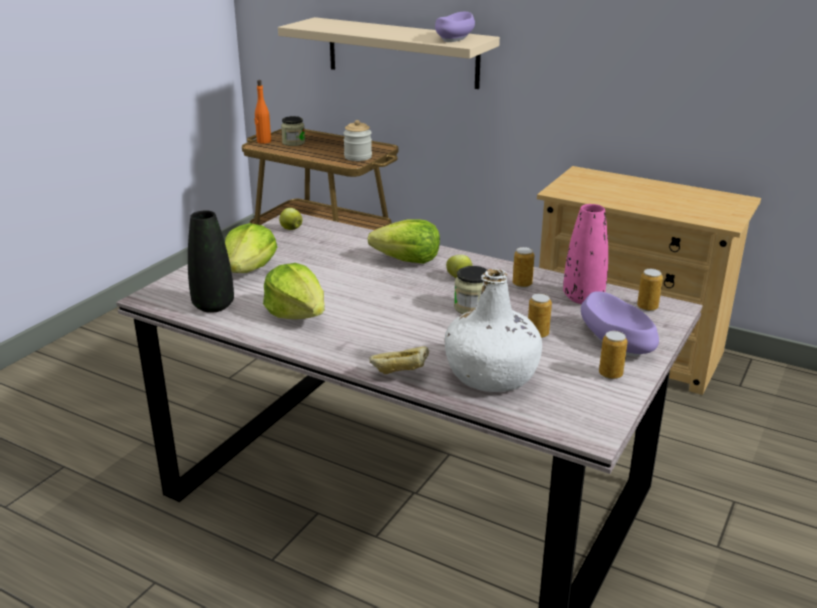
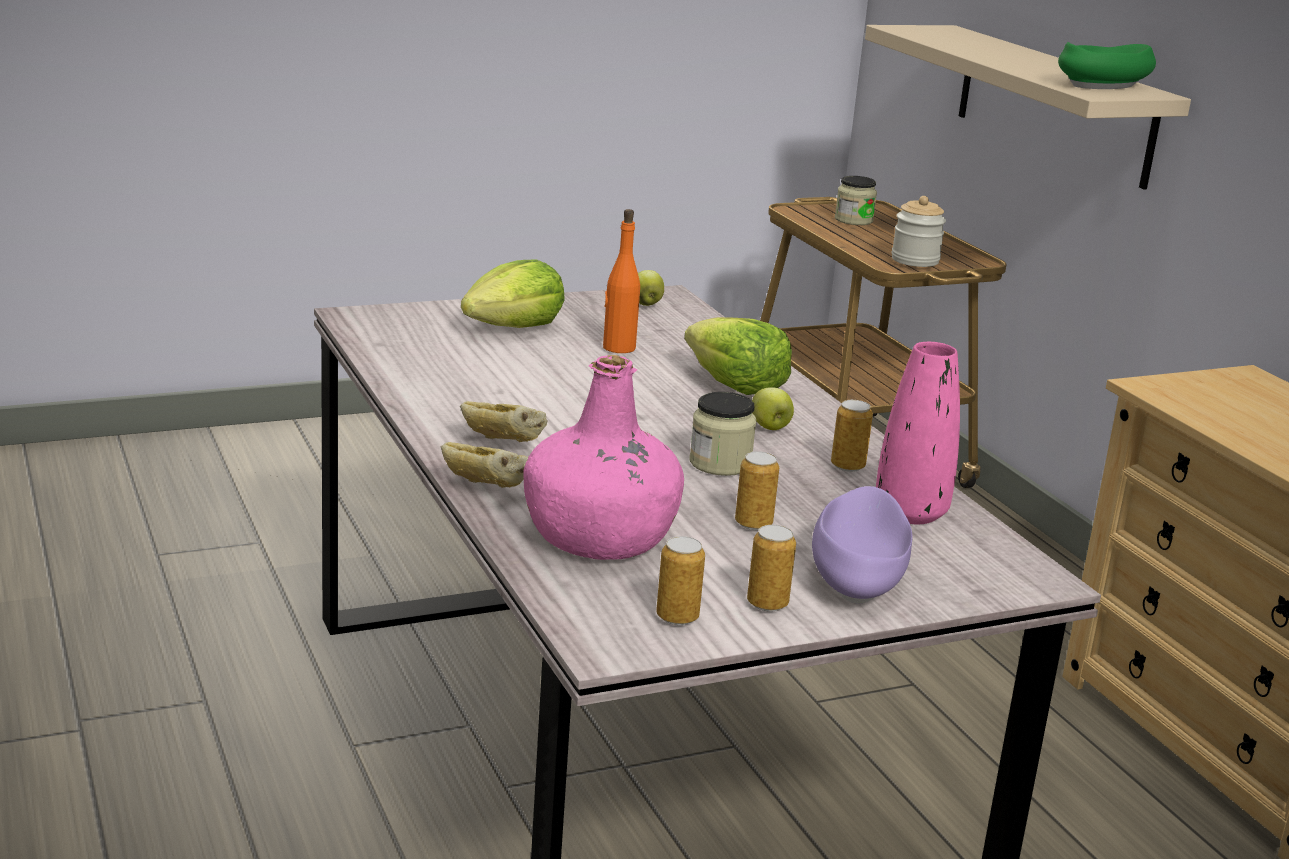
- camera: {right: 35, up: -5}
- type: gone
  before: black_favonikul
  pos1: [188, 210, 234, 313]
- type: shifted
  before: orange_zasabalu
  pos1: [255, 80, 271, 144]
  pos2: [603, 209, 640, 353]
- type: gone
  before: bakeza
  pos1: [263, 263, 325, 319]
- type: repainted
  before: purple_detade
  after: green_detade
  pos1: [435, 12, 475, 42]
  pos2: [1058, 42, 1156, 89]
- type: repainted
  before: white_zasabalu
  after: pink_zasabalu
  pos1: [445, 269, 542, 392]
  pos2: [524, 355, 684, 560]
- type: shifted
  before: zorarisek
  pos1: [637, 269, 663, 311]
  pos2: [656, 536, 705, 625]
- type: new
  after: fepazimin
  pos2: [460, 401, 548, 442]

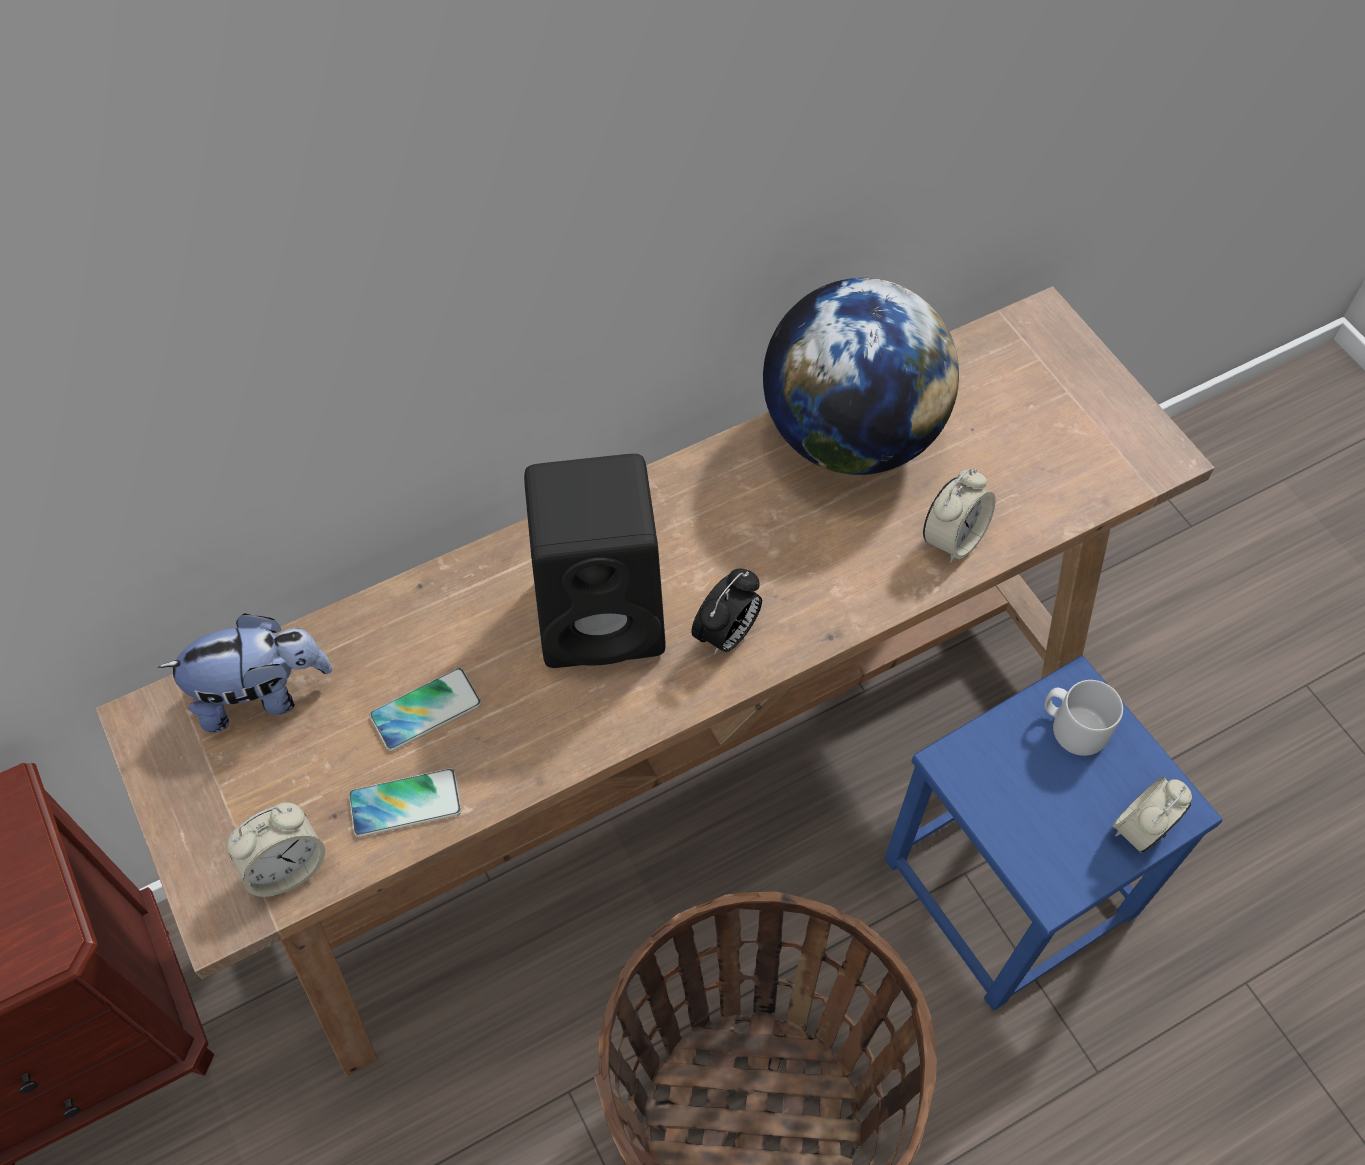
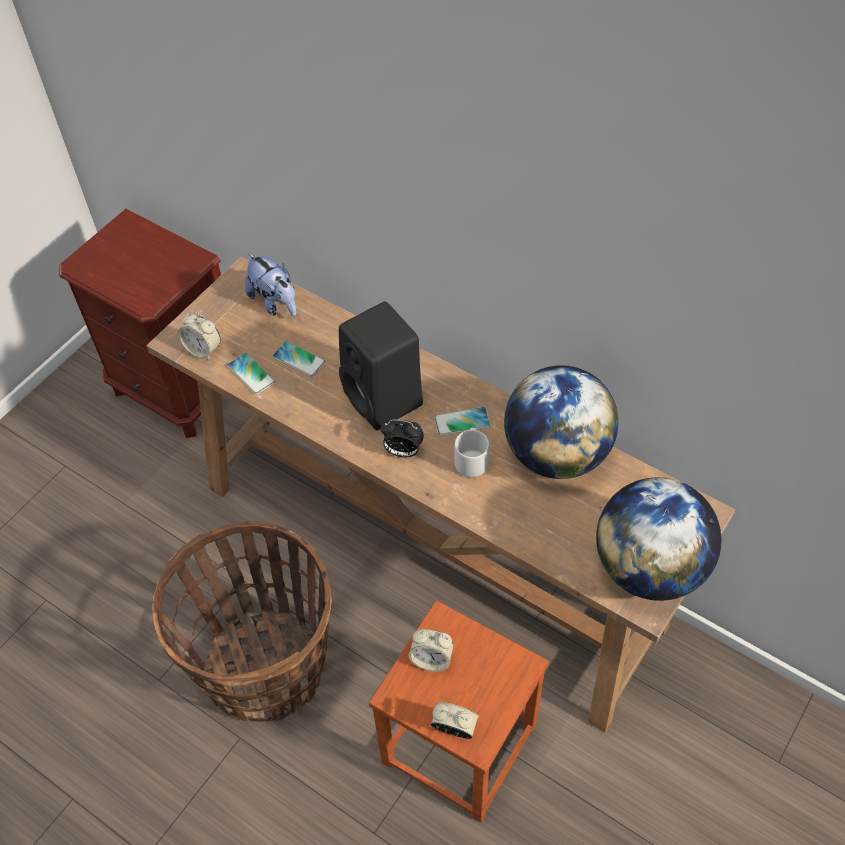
- camera: {right: 65, up: -5}
- type: repainted
  before: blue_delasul
  after: brown_delasul
  pos1: [884, 655, 1222, 1011]
  pos2: [369, 600, 549, 823]
- type: shifted
  before: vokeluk
  pos1: [923, 469, 996, 563]
  pos2: [408, 629, 454, 672]
- type: shifted
  before: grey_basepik
  pos1: [1045, 680, 1123, 756]
  pos2: [455, 428, 489, 478]
- type: new
  after: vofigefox
  pos2: [434, 407, 491, 436]
- type: new
  after: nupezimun
  pos2: [596, 477, 722, 601]

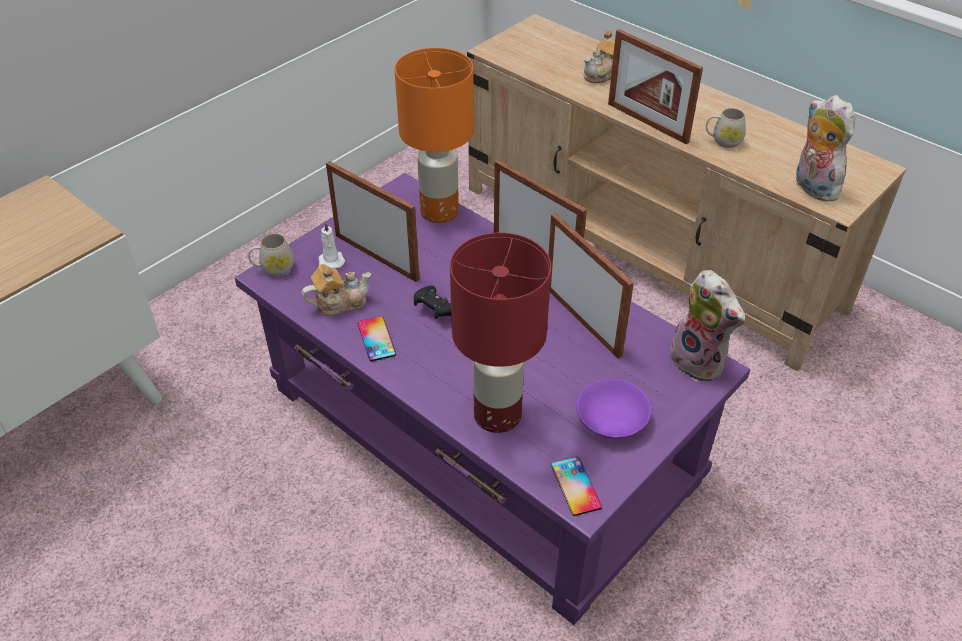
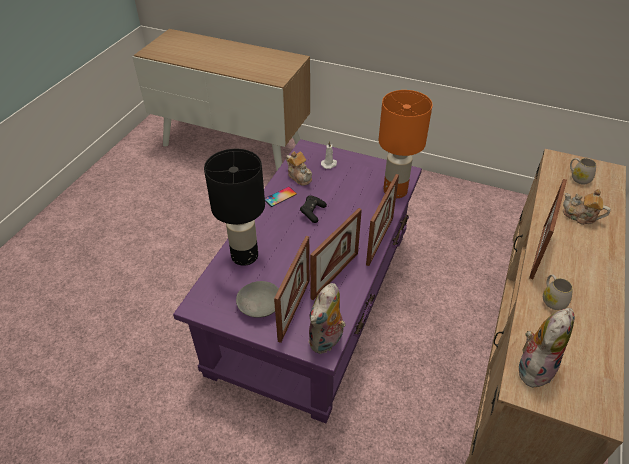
- camera: {right: 70, up: 0}
- type: shifted
  before: white_basepik
  pos1: [248, 233, 294, 276]
  pos2: [570, 158, 596, 185]
- type: shifted
  before: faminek
  pos1: [326, 161, 420, 282]
  pos2: [274, 236, 310, 343]
- type: repainted
  before: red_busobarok
  after: black_busobarok
  pos1: [450, 232, 551, 433]
  pos2: [204, 149, 265, 266]
- type: gone
  before: vofigefox
  pos1: [551, 456, 602, 516]
- type: repainted
  before: purple_detade
  after: grey_detade
  pos1: [576, 379, 651, 439]
  pos2: [236, 281, 279, 318]

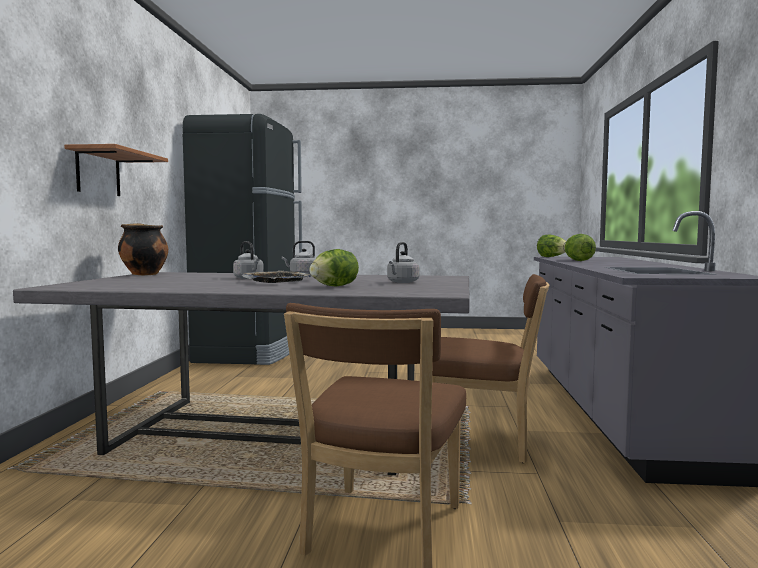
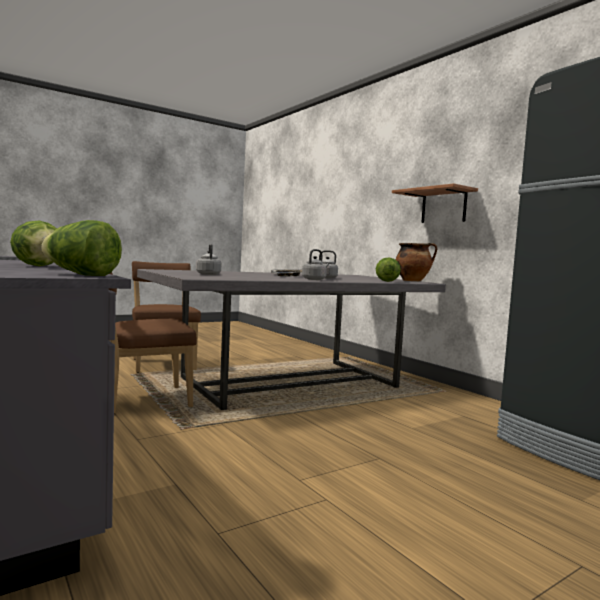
- camera: {right: 140, up: 0}
- type: shifted
  before: bakeza
  pos1: [309, 249, 359, 286]
  pos2: [376, 257, 401, 282]

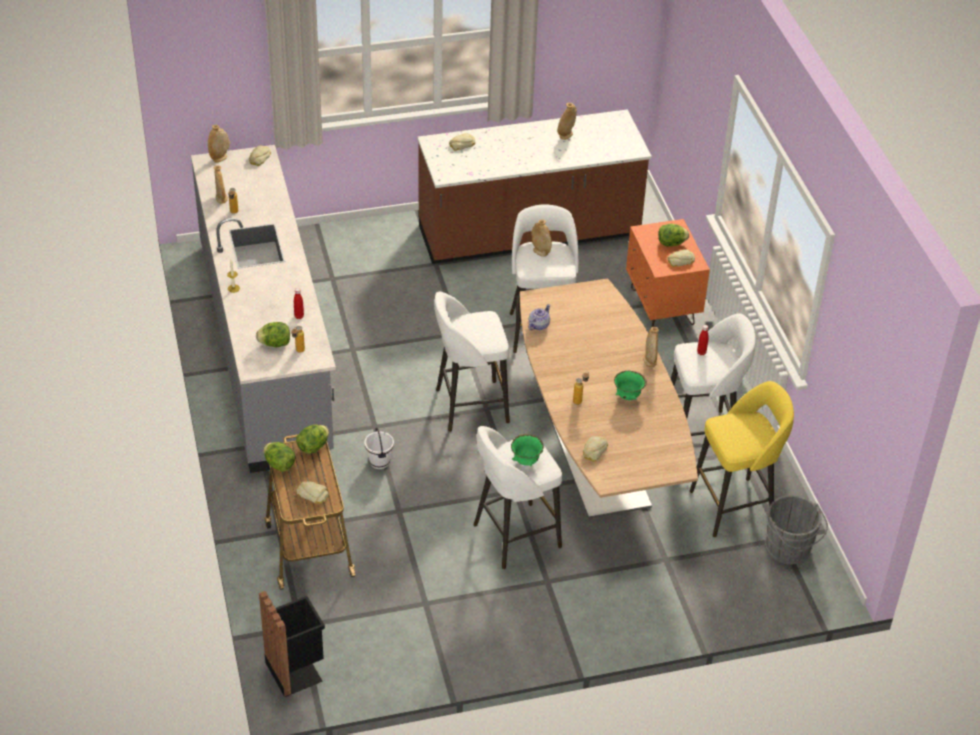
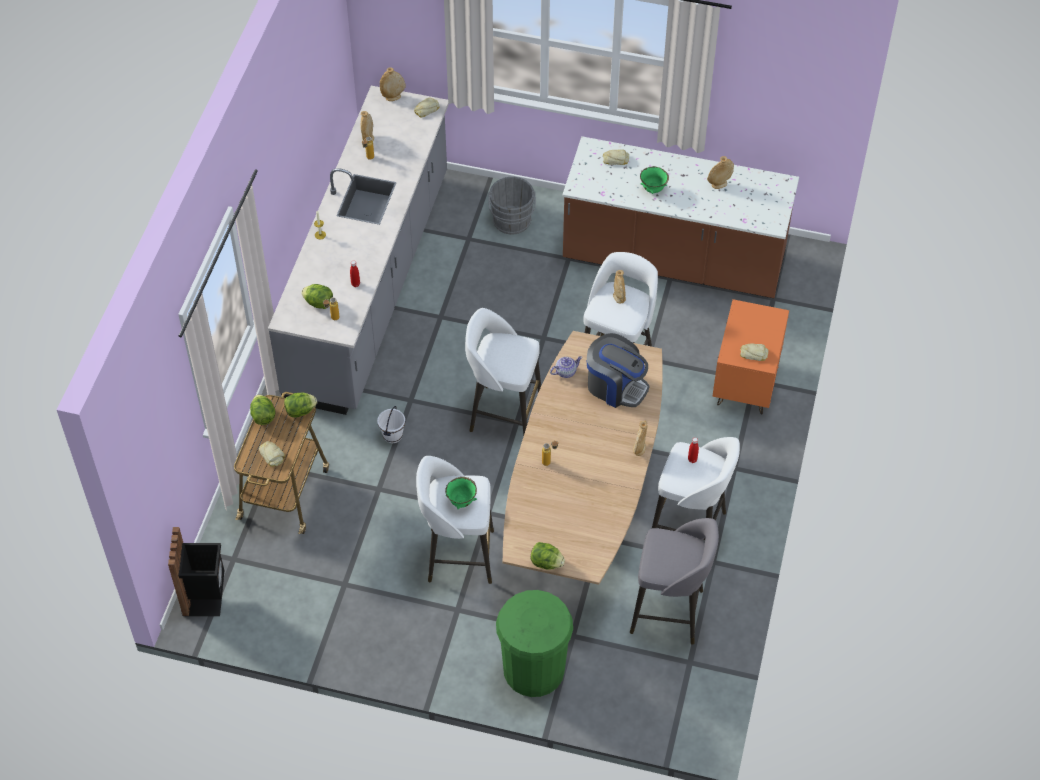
- camera: {right: 30, up: 10}
- type: gone
  before: fepazimin
  pos1: [583, 436, 608, 462]
- type: shifted
  before: green_detade
  pos1: [614, 371, 647, 400]
  pos2: [640, 166, 669, 194]
- type: shifted
  before: bakeza
  pos1: [658, 224, 689, 247]
  pos2: [530, 542, 565, 570]
- type: repainted
  before: yellow_delasul
  after: grey_delasul
  pos1: [690, 381, 794, 537]
  pos2: [630, 518, 719, 645]
- type: shifted
  before: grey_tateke
  pos1: [765, 495, 828, 564]
  pos2: [488, 177, 536, 235]
- type: new
  after: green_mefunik
  pos2: [496, 590, 573, 697]
- type: new
  after: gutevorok
  pos2: [587, 333, 649, 408]

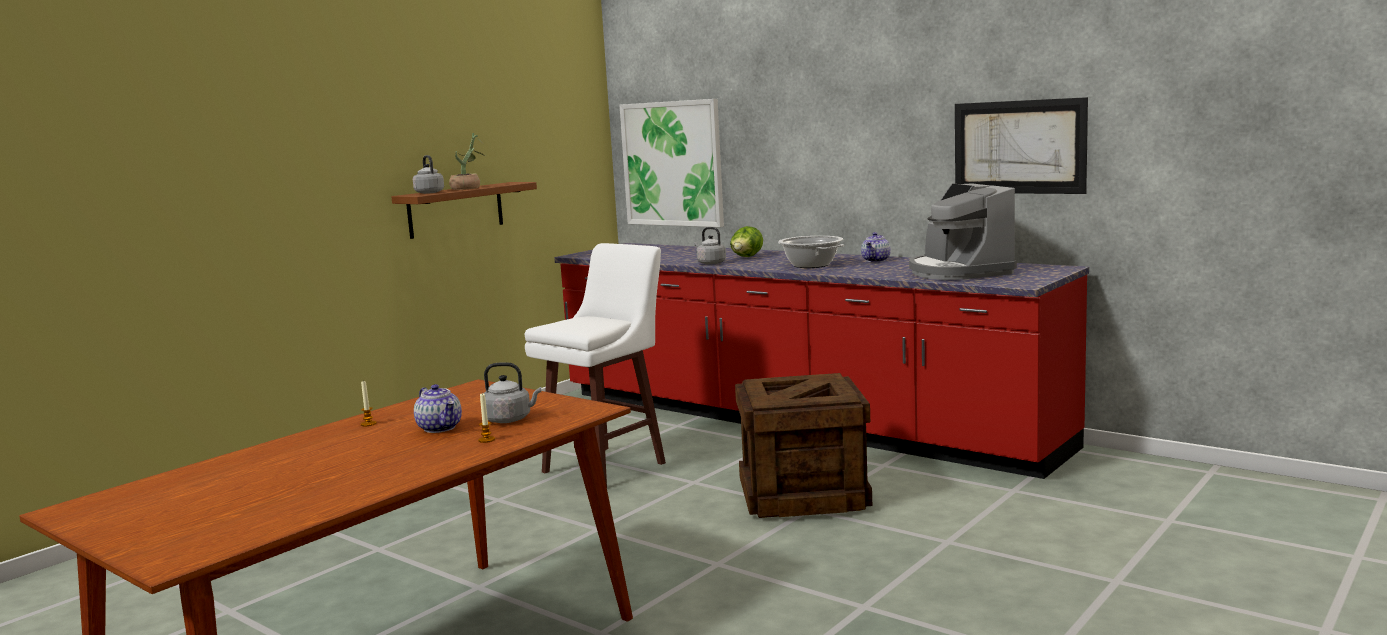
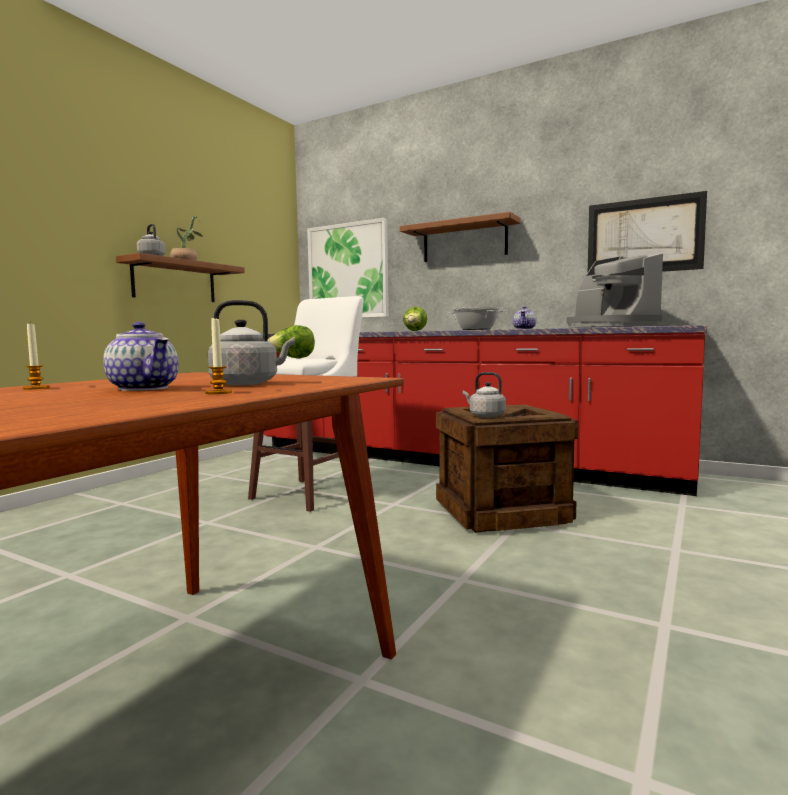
- camera: {right: -10, up: -5}
- type: shifted
  before: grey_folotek
  pos1: [694, 227, 726, 265]
  pos2: [463, 372, 506, 418]
- type: new
  after: bakeza
  pos2: [268, 325, 315, 358]
- type: new
  after: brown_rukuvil
  pos2: [400, 212, 521, 262]

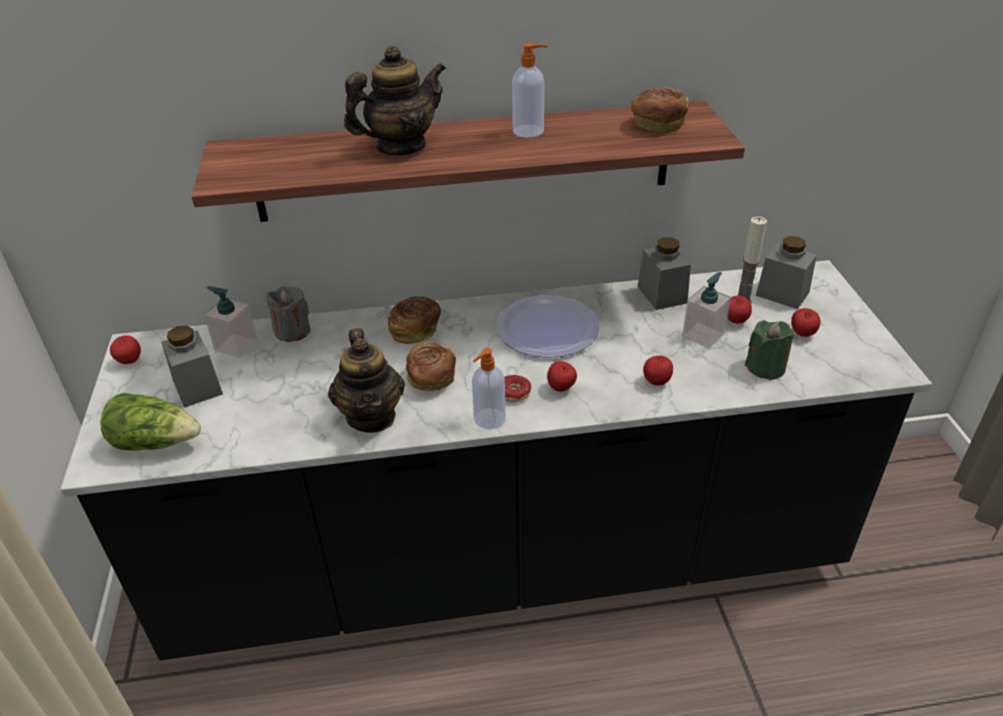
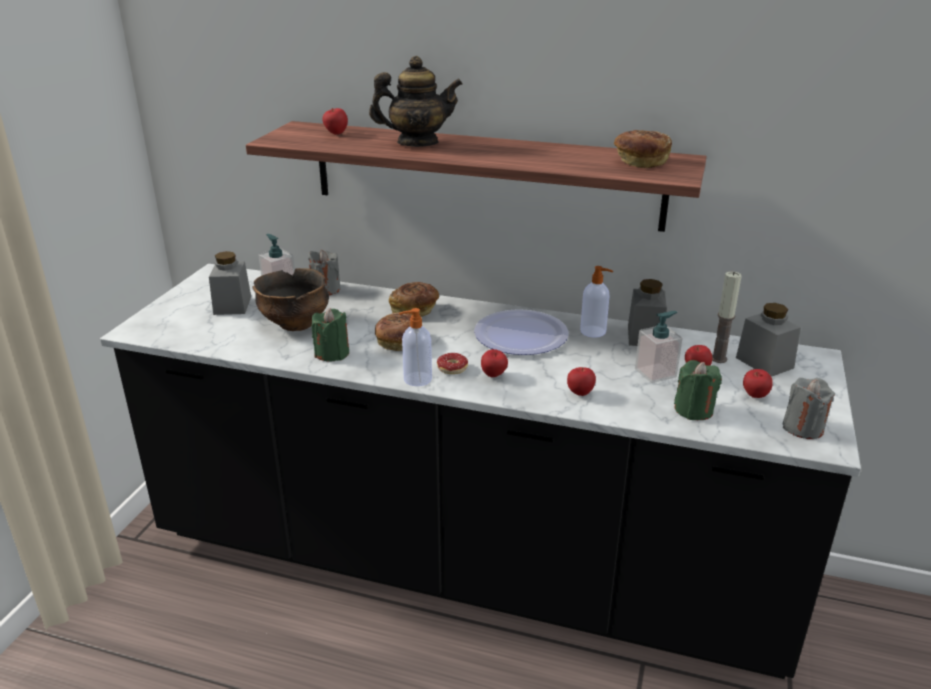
- camera: {right: 25, up: -10}
- type: gone
  before: bakeza
  pos1: [100, 392, 201, 451]
- type: shifted
  before: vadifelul
  pos1: [110, 335, 141, 364]
  pos2: [322, 108, 348, 135]
- type: swapped
  before: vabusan
  after: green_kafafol
  pos1: [328, 328, 405, 433]
  pos2: [312, 308, 349, 361]
- type: shifted
  before: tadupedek
  pos1: [512, 43, 548, 138]
  pos2: [580, 266, 613, 337]
- type: new
  after: detade
  pos2: [253, 268, 329, 331]
- type: new
  after: grey_kafafol
  pos2: [783, 378, 835, 439]

